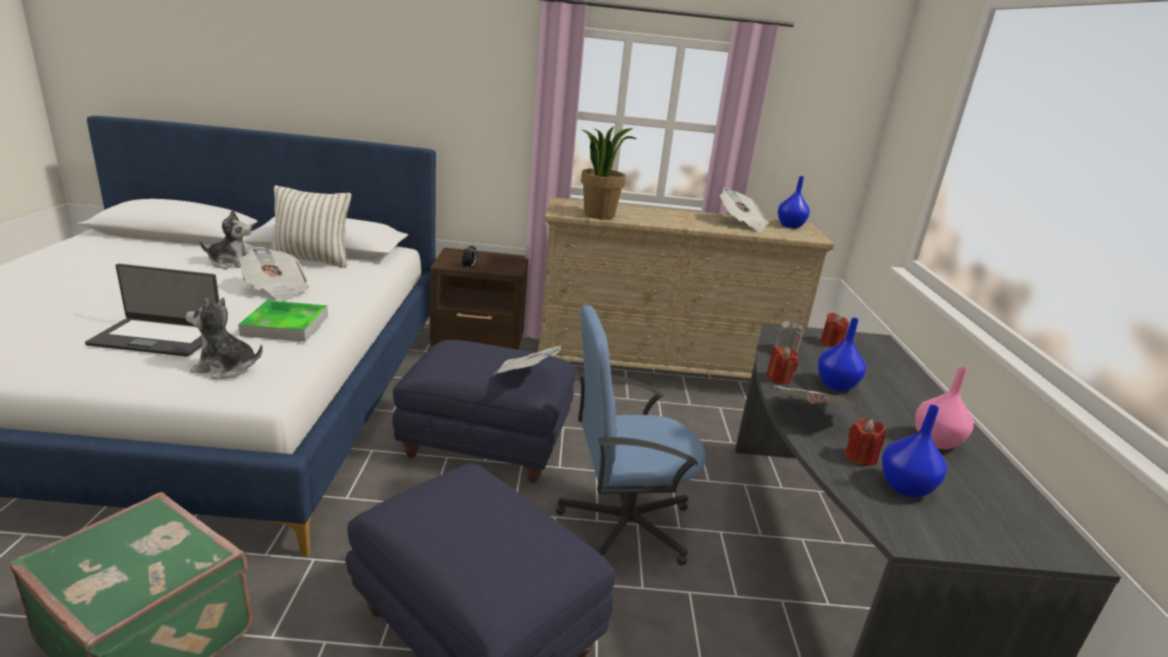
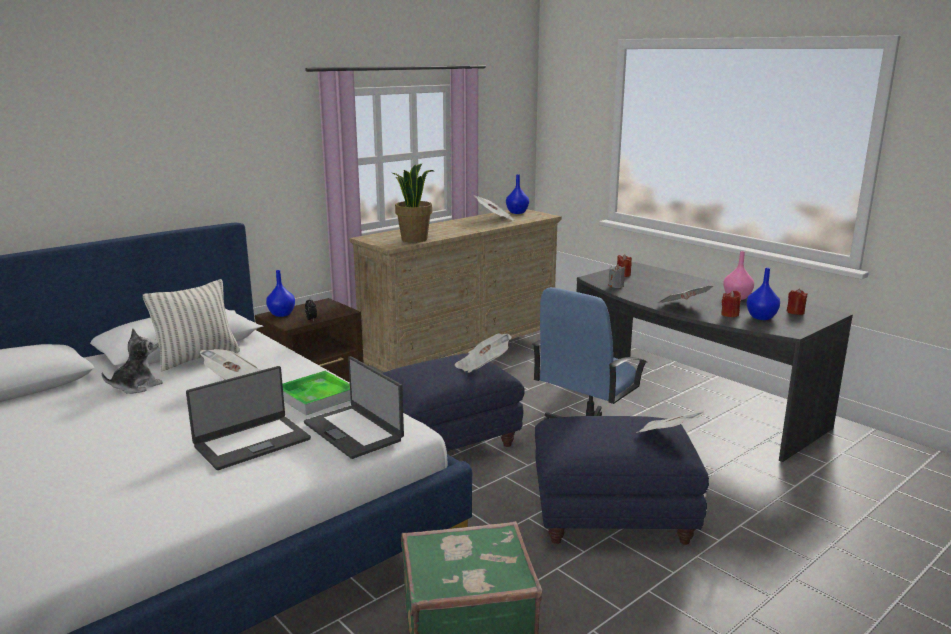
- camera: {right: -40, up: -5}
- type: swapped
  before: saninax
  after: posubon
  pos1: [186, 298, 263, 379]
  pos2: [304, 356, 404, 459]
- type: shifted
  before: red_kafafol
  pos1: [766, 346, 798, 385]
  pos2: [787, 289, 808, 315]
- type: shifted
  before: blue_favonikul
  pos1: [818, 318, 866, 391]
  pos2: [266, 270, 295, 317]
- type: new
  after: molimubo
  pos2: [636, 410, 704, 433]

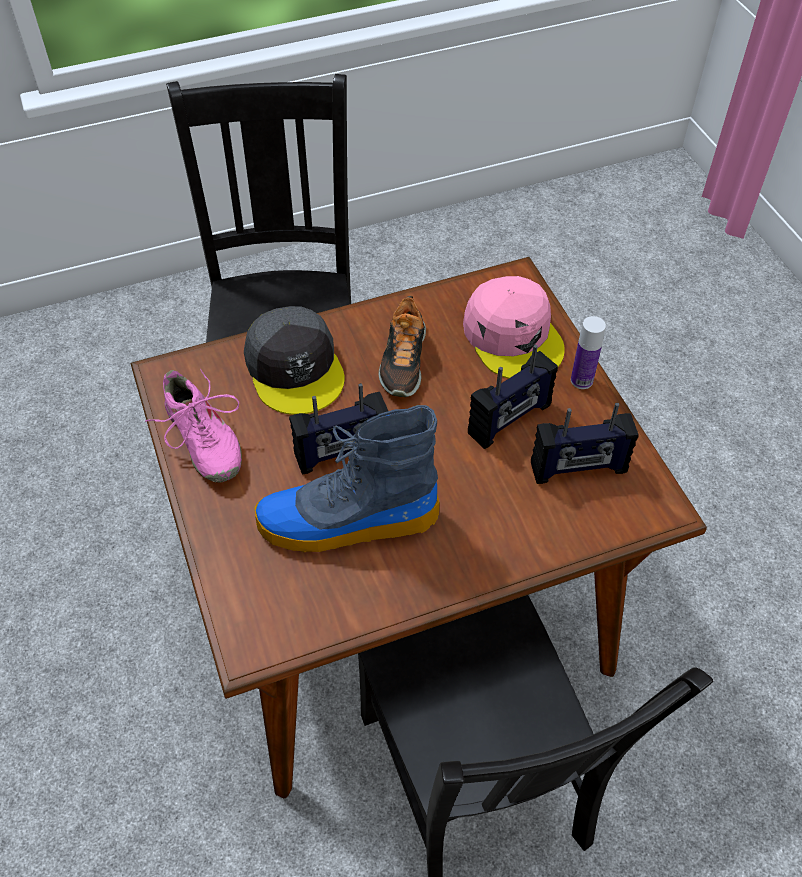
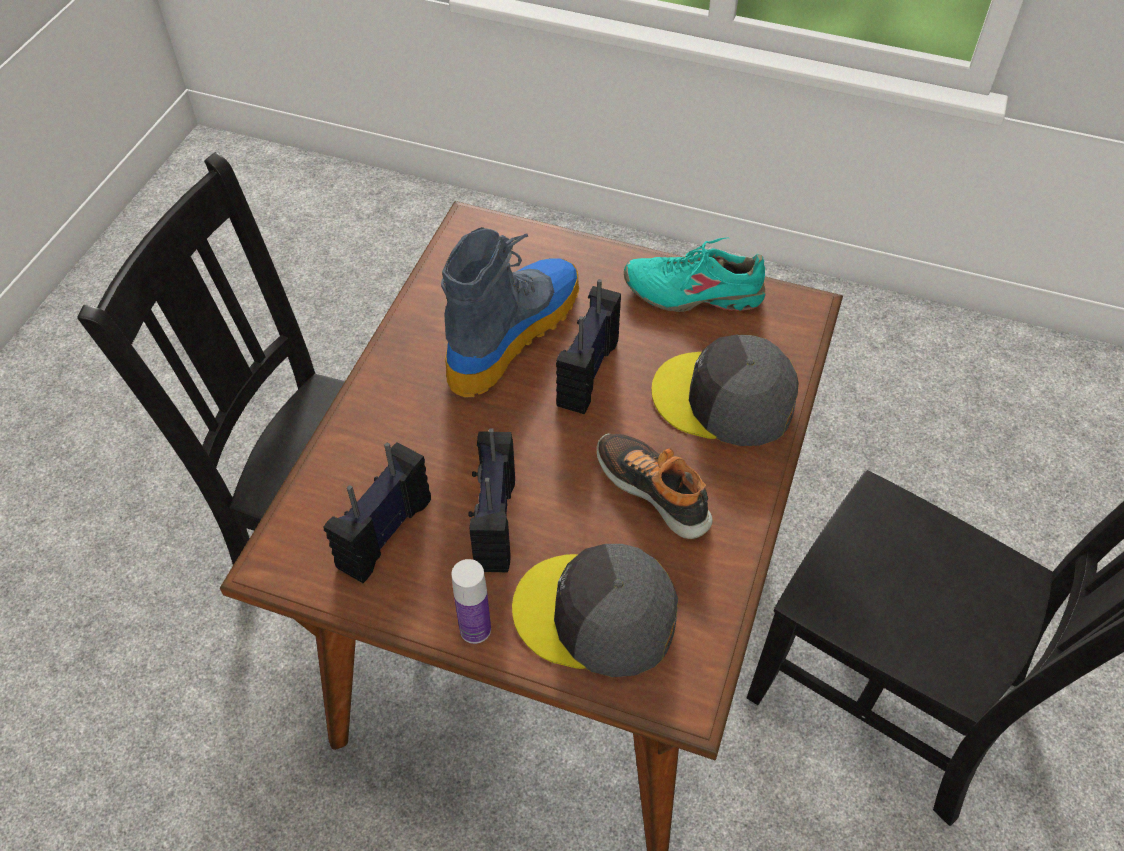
- camera: {right: 130, up: 0}
- type: repainted
  before: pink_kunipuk
  after: turquoise_kunipuk
  pos1: [145, 369, 242, 483]
  pos2: [624, 237, 766, 312]
- type: repainted
  before: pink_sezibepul
  after: grey_sezibepul
  pos1: [463, 276, 565, 379]
  pos2: [512, 544, 678, 677]

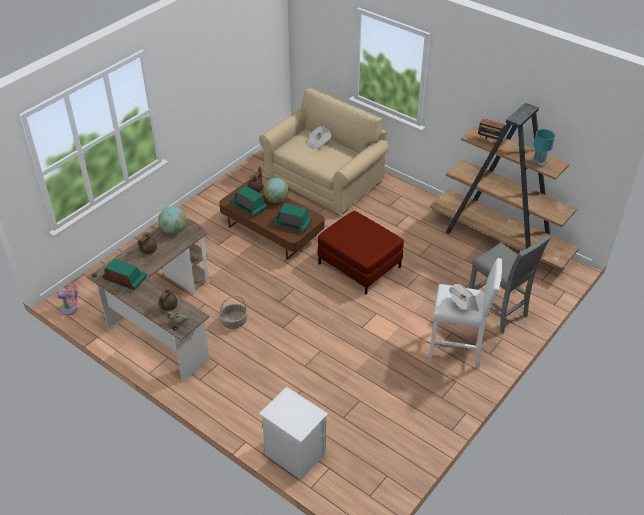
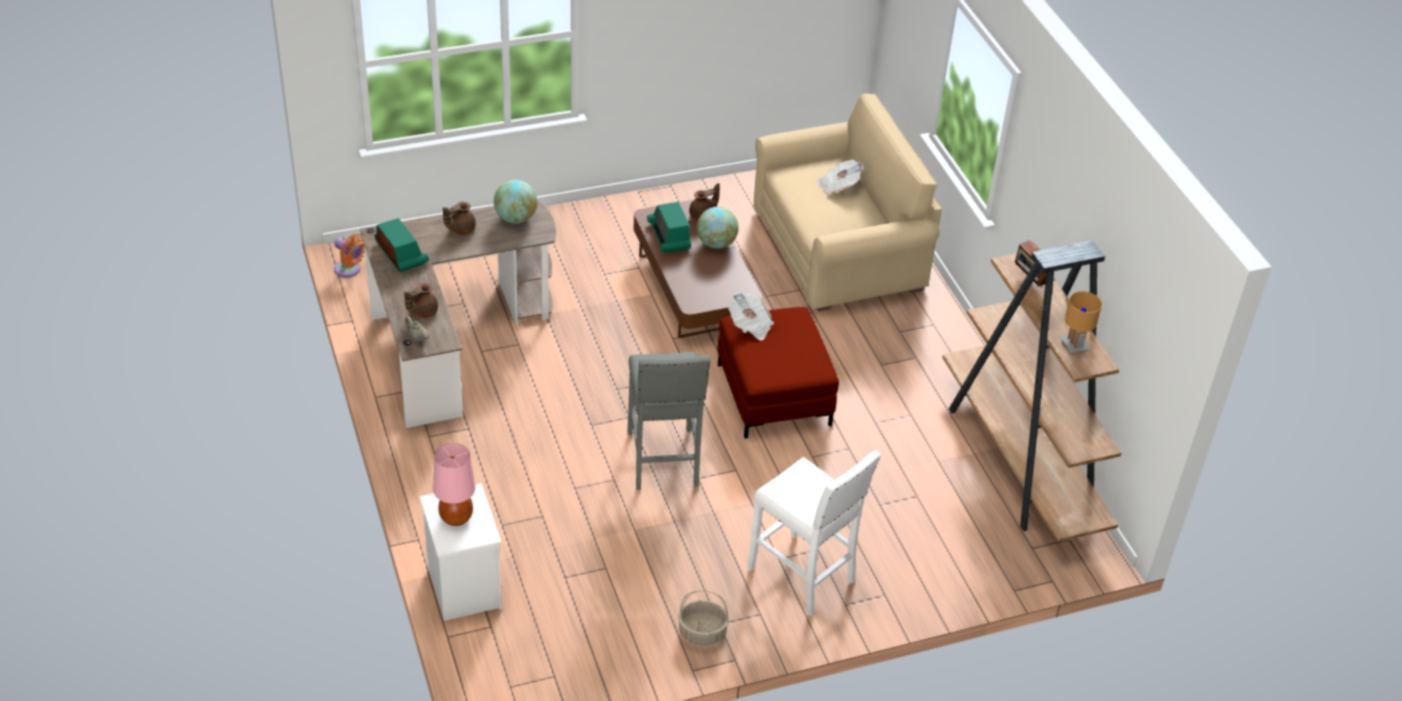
- camera: {right: 30, up: 0}
- type: repainted
  before: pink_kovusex
  after: orange_kovusex
  pos1: [57, 283, 78, 315]
  pos2: [334, 234, 365, 278]
- type: shifted
  before: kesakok
  pos1: [219, 296, 248, 329]
  pos2: [678, 590, 729, 646]
- type: gone
  before: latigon
  pos1: [273, 203, 312, 232]
- type: shifted
  before: molimubo
  pos1: [449, 284, 479, 311]
  pos2: [729, 292, 774, 340]
- type: shifted
  before: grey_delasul
  pos1: [469, 235, 550, 334]
  pos2: [627, 352, 710, 490]
- type: repainted
  before: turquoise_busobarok
  after: brown_busobarok
  pos1: [530, 129, 555, 167]
  pos2: [1060, 291, 1102, 354]
- type: new
  after: pink_busobarok
  pos2: [433, 443, 475, 526]

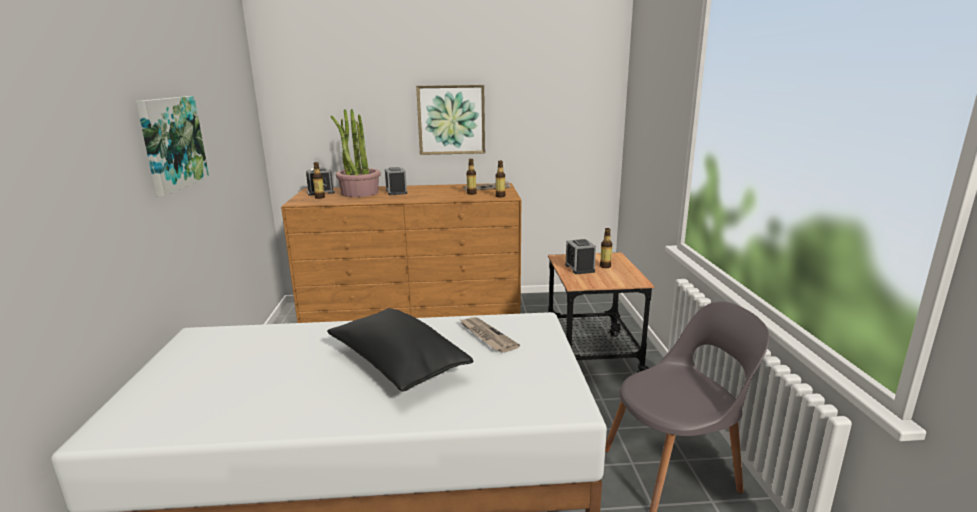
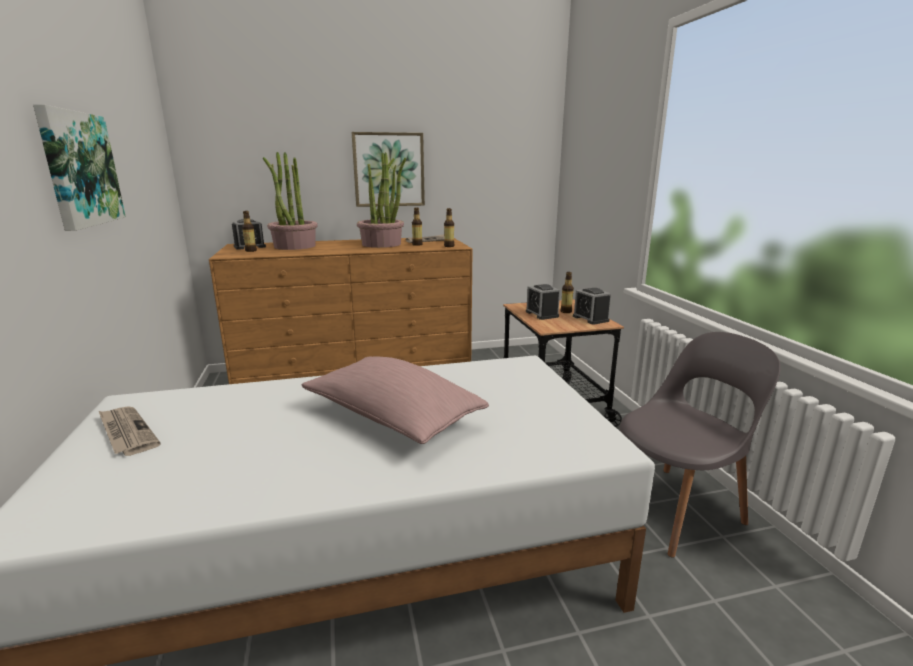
- camera: {right: -10, up: 0}
- type: repainted
  before: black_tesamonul
  after: pink_tesamonul
  pos1: [327, 308, 473, 392]
  pos2: [302, 356, 489, 444]
- type: shifted
  before: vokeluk
  pos1: [385, 167, 407, 195]
  pos2: [573, 288, 611, 325]
- type: shifted
  before: molimubo
  pos1: [459, 317, 520, 353]
  pos2: [99, 406, 161, 456]
- type: new
  after: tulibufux
  pos2: [357, 152, 406, 248]

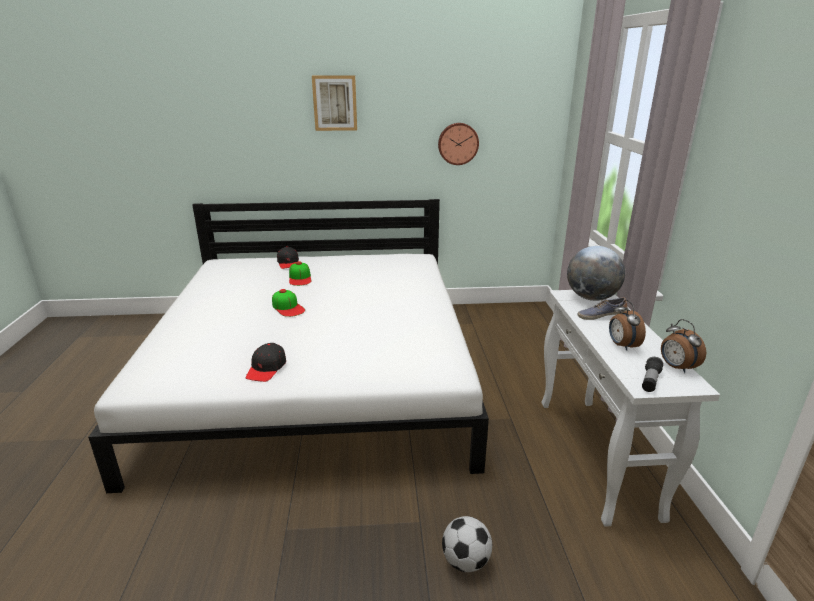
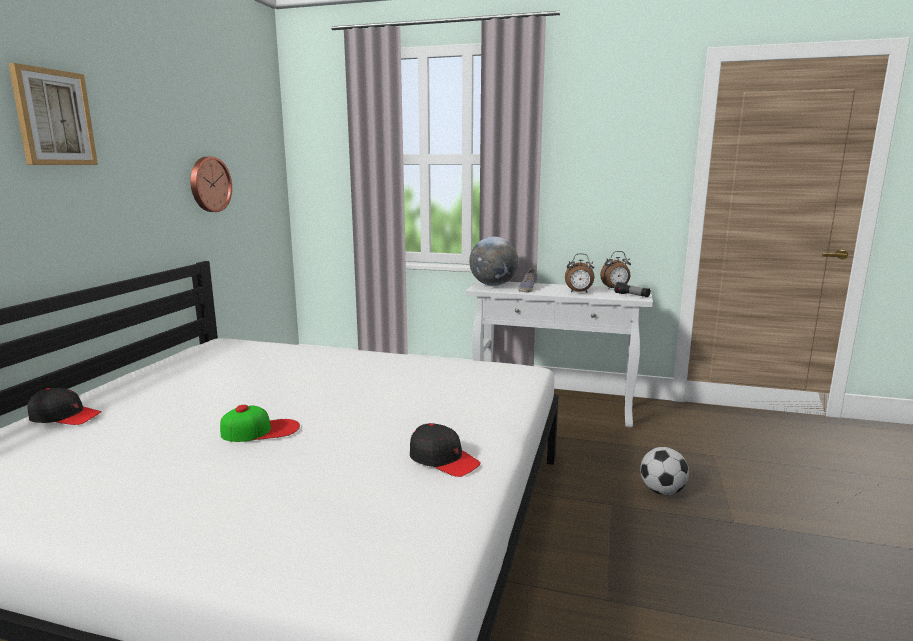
- camera: {right: -70, up: -10}
- type: gone
  before: sezibepul
  pos1: [289, 261, 312, 286]

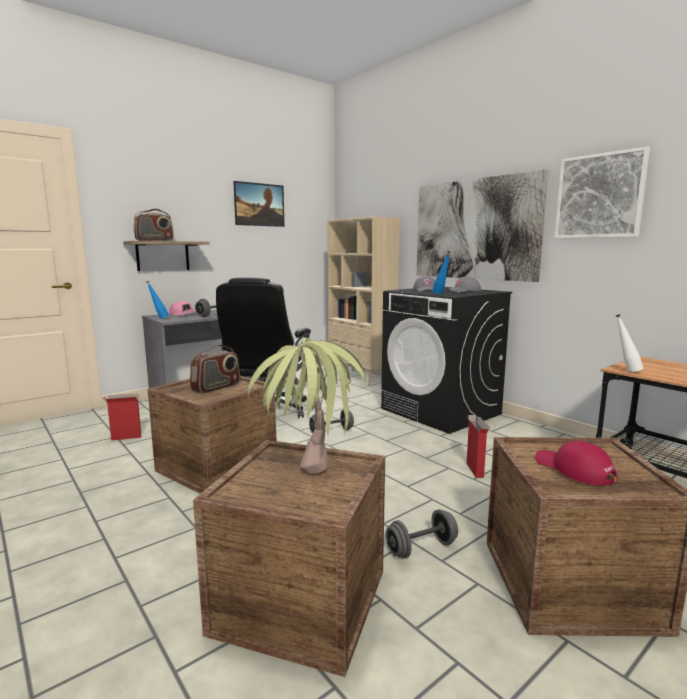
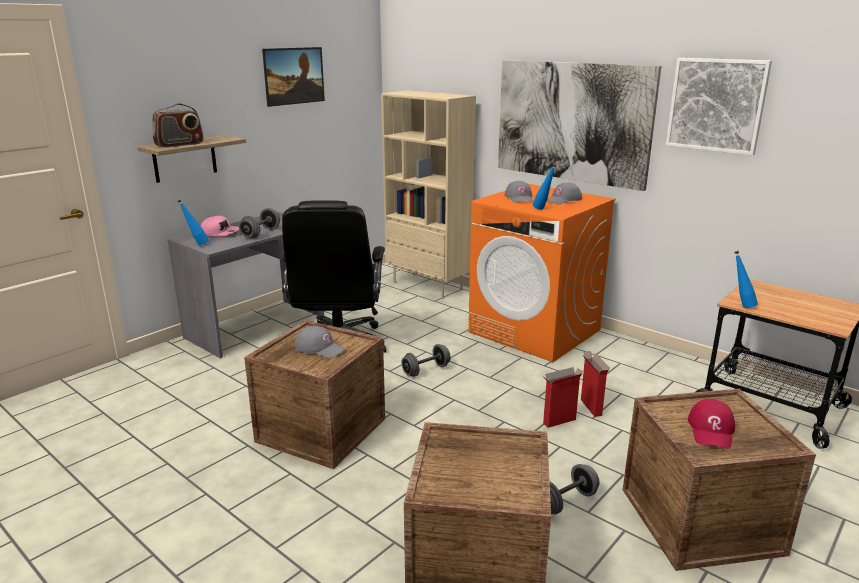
- camera: {right: -10, up: 10}
- type: shifted
  before: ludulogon
  pos1: [103, 393, 141, 441]
  pos2: [543, 367, 583, 428]
- type: swapped
  before: latigon
  after: grey_sezibepul
  pos1: [190, 345, 240, 394]
  pos2: [294, 326, 346, 358]
- type: gone
  before: tulibufux
  pos1: [248, 338, 366, 474]
- type: repainted
  before: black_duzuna
  after: orange_duzuna
  pos1: [381, 287, 512, 434]
  pos2: [468, 184, 616, 362]
- type: rotated
  before: red_sezibepul
  pos1: [535, 441, 617, 486]
  pos2: [688, 399, 735, 449]
  turn: -120
- type: repainted
  before: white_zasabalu
  after: blue_zasabalu
  pos1: [616, 314, 644, 372]
  pos2: [735, 251, 758, 308]

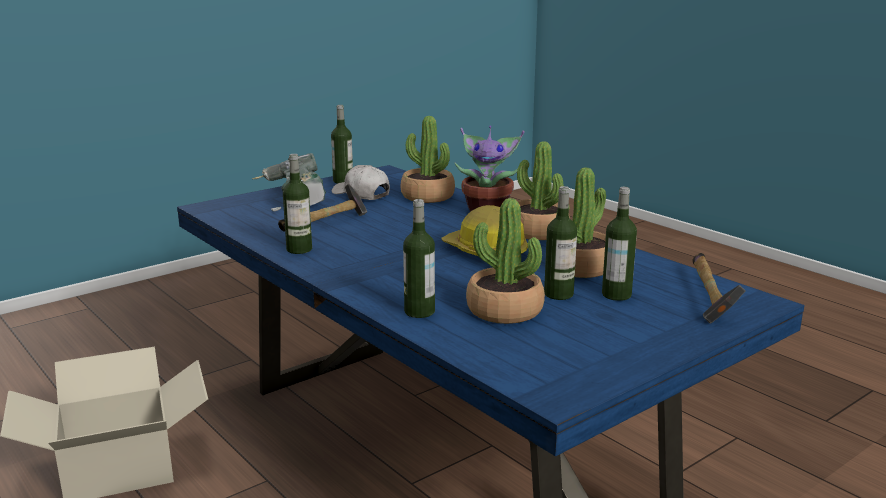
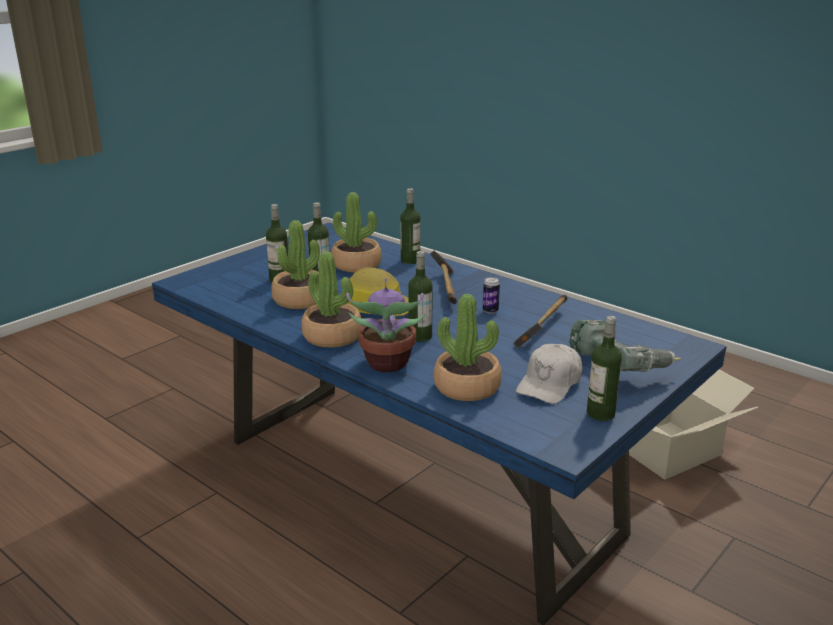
- camera: {right: 170, up: 5}
- type: shifted
  before: zasabalu
  pos1: [283, 154, 312, 254]
  pos2: [408, 251, 433, 342]
- type: rotated
  before: white_sezibepul
  pos1: [332, 165, 390, 200]
  pos2: [516, 344, 582, 404]
  turn: 90
- type: shifted
  before: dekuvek
  pos1: [692, 253, 745, 323]
  pos2: [430, 250, 457, 304]
- type: new
  after: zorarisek
  pos2: [483, 277, 500, 314]

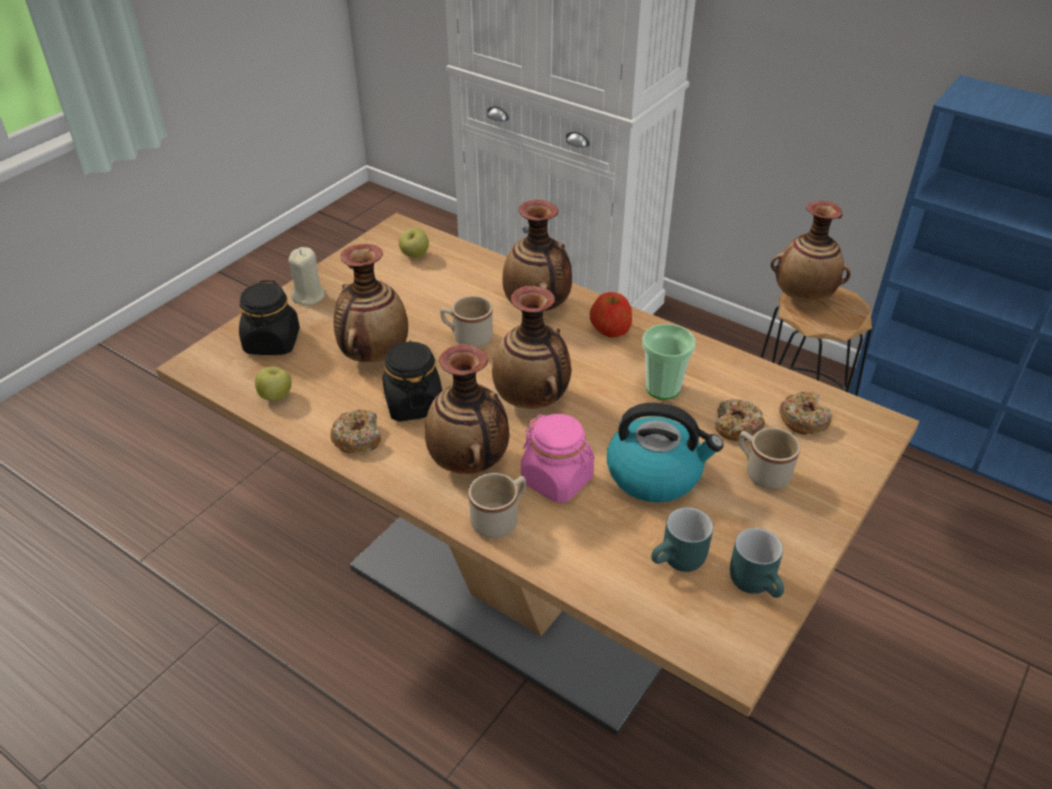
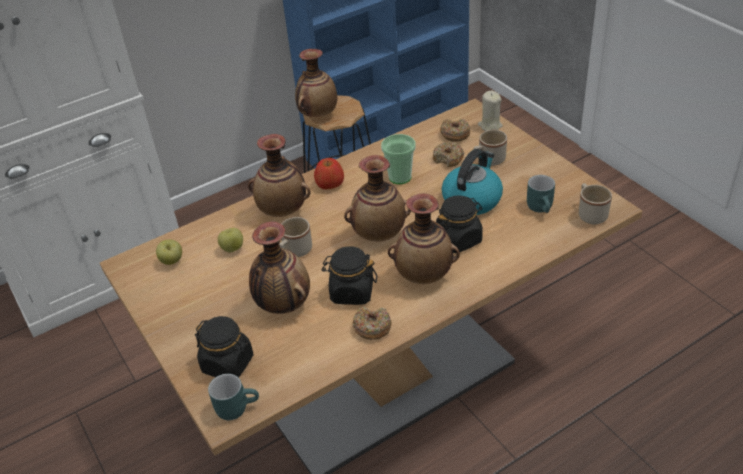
- camera: {right: -65, up: 0}
- type: shifted
  before: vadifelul
  pos1: [255, 367, 292, 401]
  pos2: [218, 228, 243, 253]
- type: shifted
  before: beige_kafafol
  pos1: [288, 247, 325, 306]
  pos2: [478, 91, 503, 131]
- type: shifted
  before: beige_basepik
  pos1: [468, 473, 526, 538]
  pos2: [579, 183, 612, 225]
- type: repainted
  before: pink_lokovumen
  after: black_lokovumen
  pos1: [521, 414, 595, 503]
  pos2: [436, 195, 483, 253]
- type: shifted
  before: turquoise_basepik
  pos1: [730, 528, 784, 598]
  pos2: [208, 374, 259, 420]

